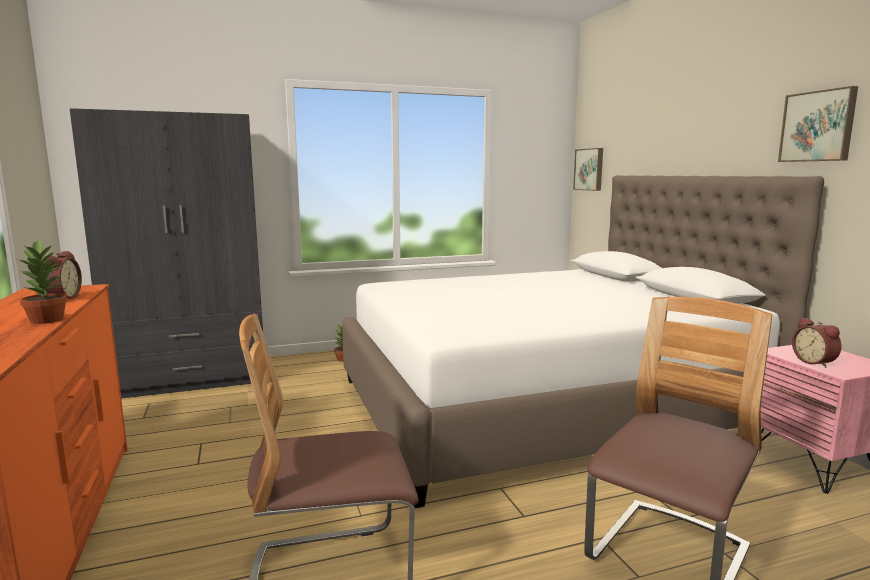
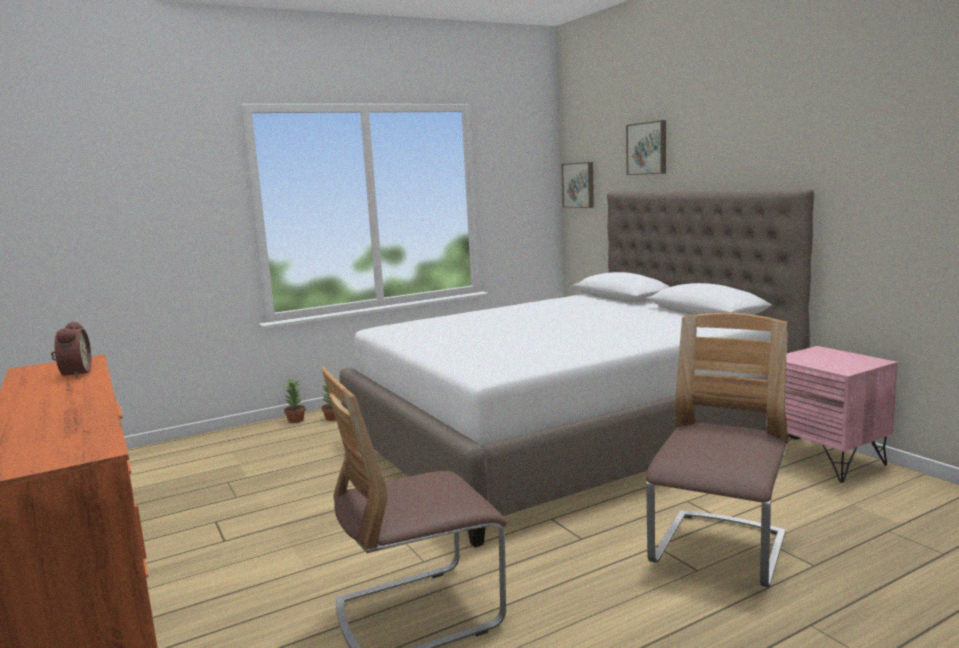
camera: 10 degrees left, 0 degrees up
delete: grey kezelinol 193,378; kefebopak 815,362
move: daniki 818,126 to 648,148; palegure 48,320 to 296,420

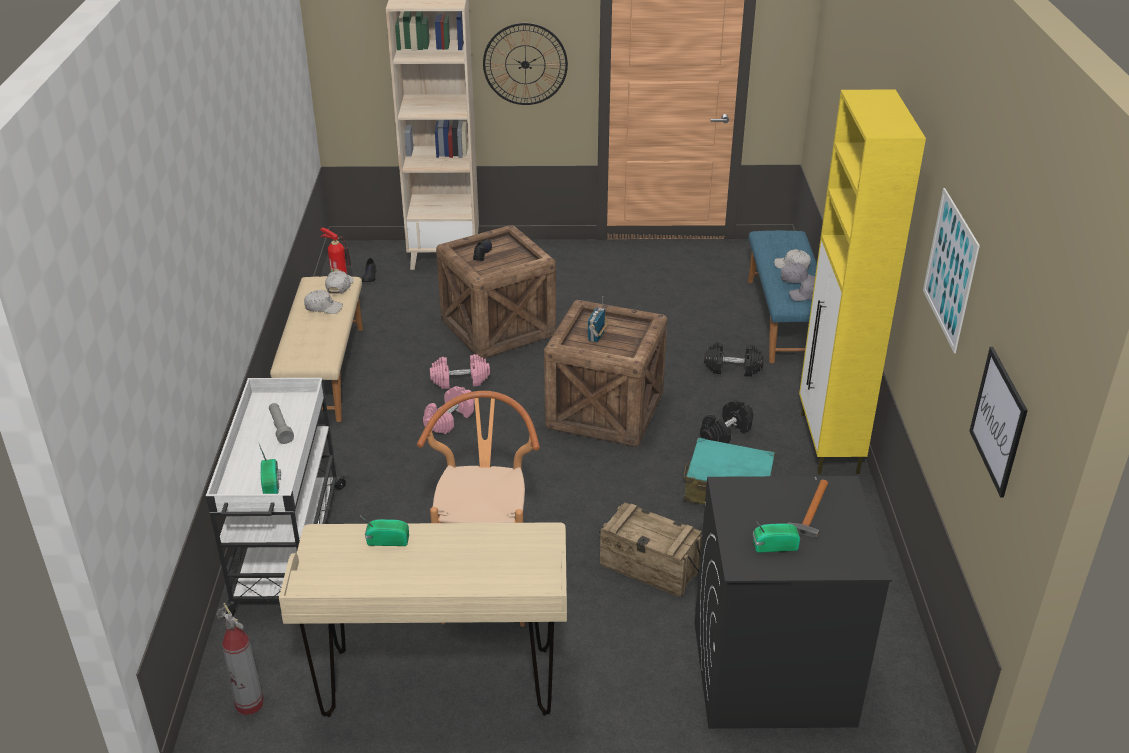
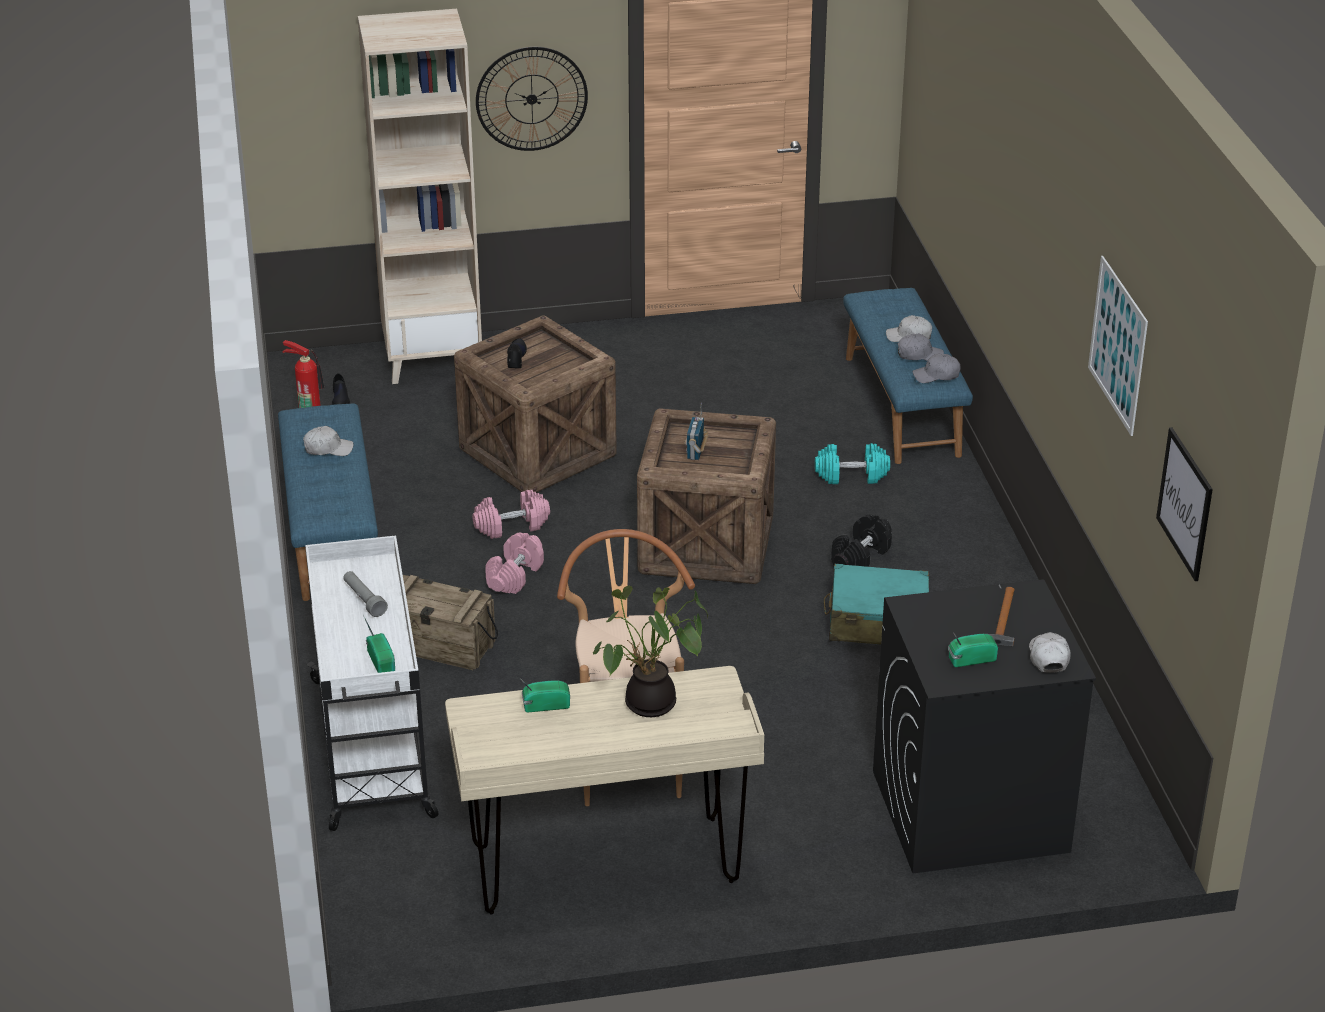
camera: 10 degrees left, 0 degrees up
delete: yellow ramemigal 829,444; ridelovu 249,704
insert: palegure 649,706
move: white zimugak 339,286 to 1048,657; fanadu 650,567 to 439,645
recolor: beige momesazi 324,372 to blue momesazi 330,533; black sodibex 733,368 to turquoise sodibex 851,475

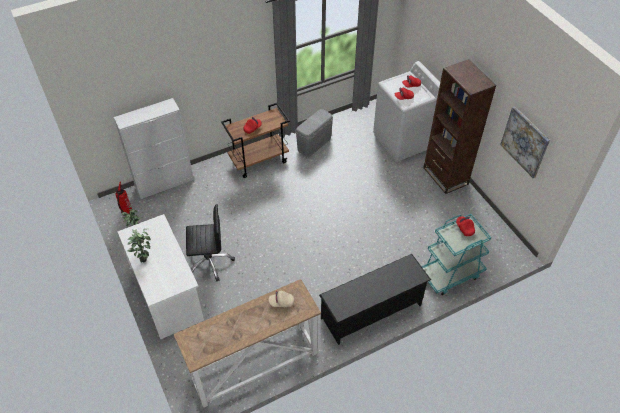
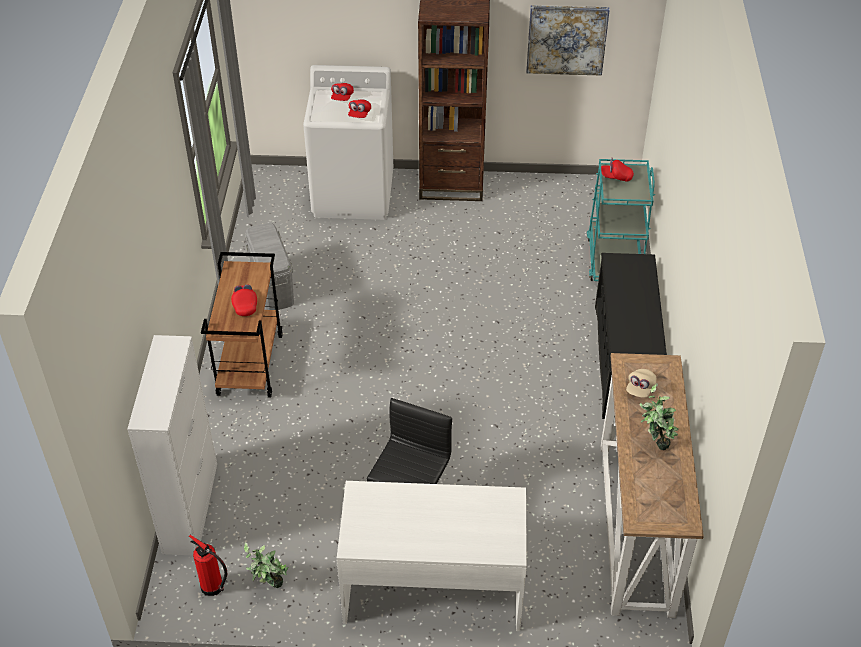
camera: 60 degrees left, 5 degrees down
move: palegure 143,256 to 654,444

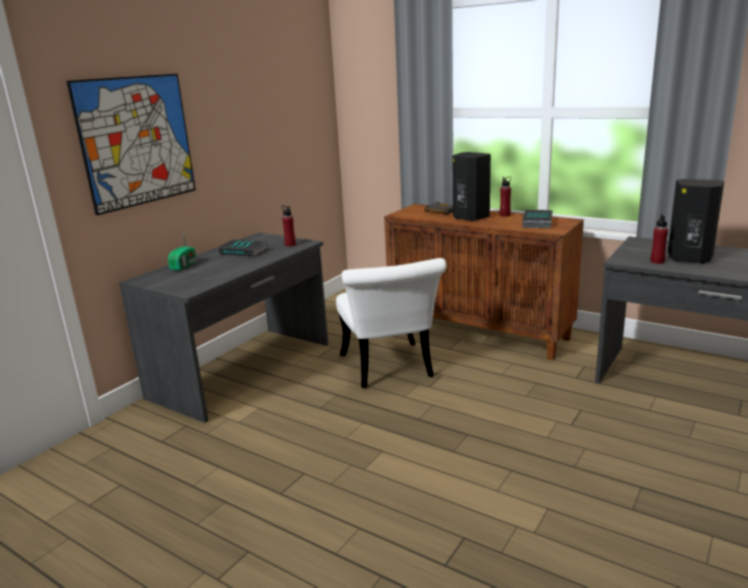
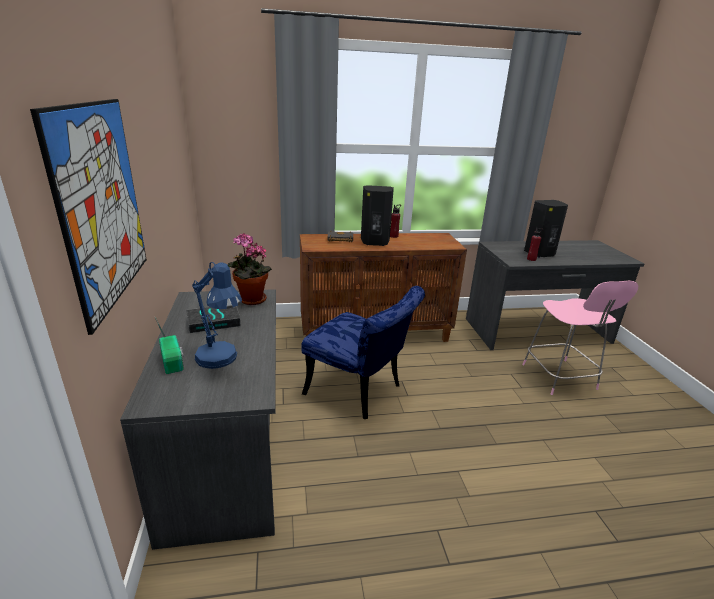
camera: 45 degrees left, 5 degrees up
delete: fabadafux 536,222
insert: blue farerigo 220,361; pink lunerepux 560,378
replace: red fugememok 290,244 to palegure 250,300
recolor: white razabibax 389,370 to blue razabibax 360,392

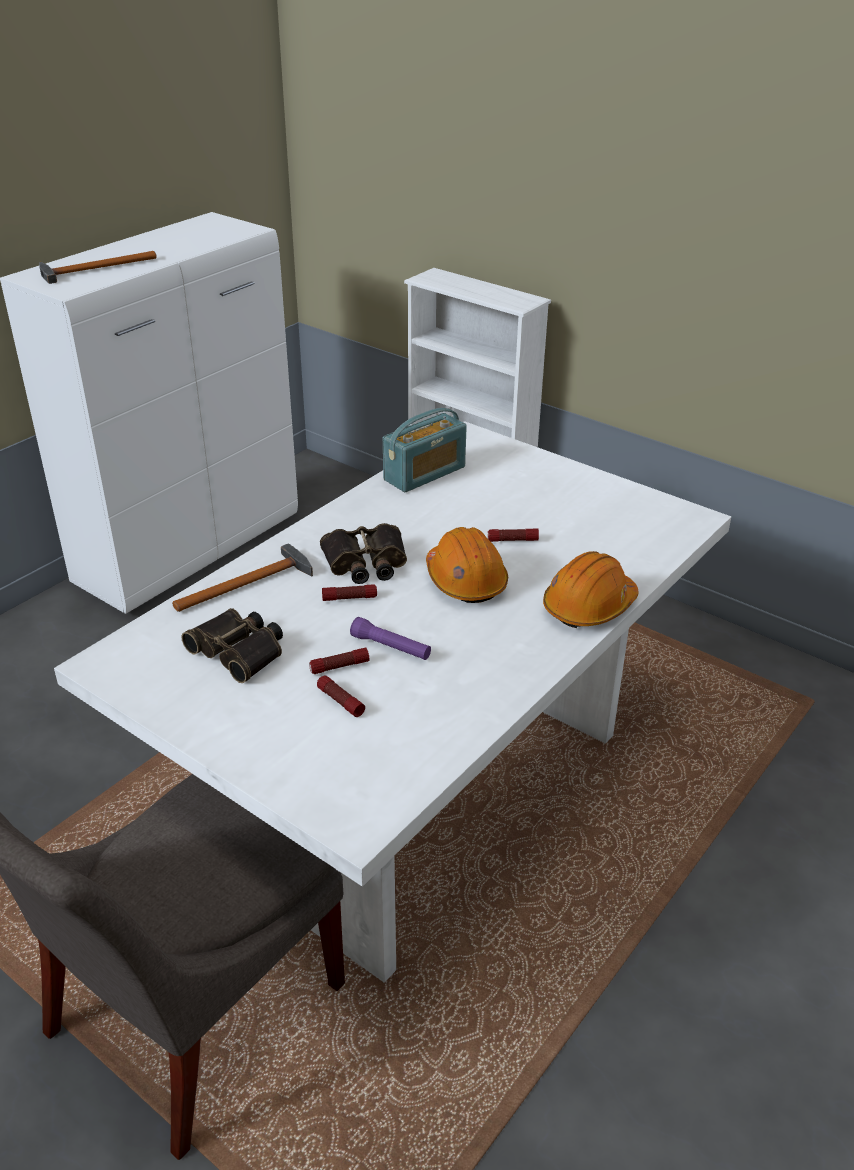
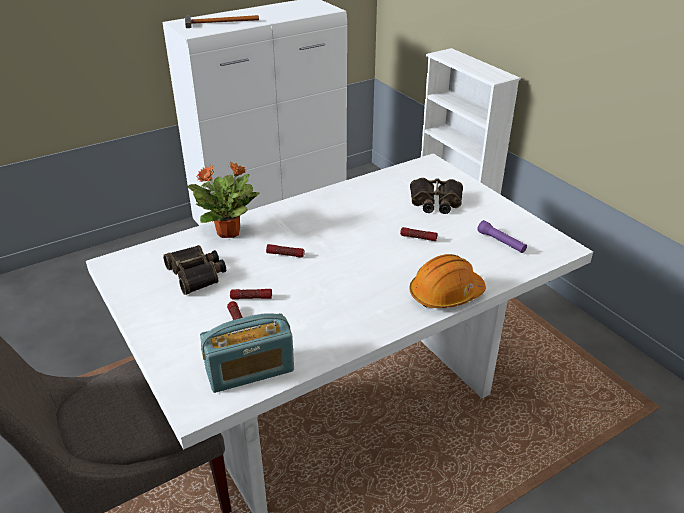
camera: 20 degrees right, 0 degrees up
delete: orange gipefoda 465,580
move: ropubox 424,473 to 250,371; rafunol 365,563 to 435,202; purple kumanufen 391,647 to 501,242
replace: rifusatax 249,583 to palegure 229,232

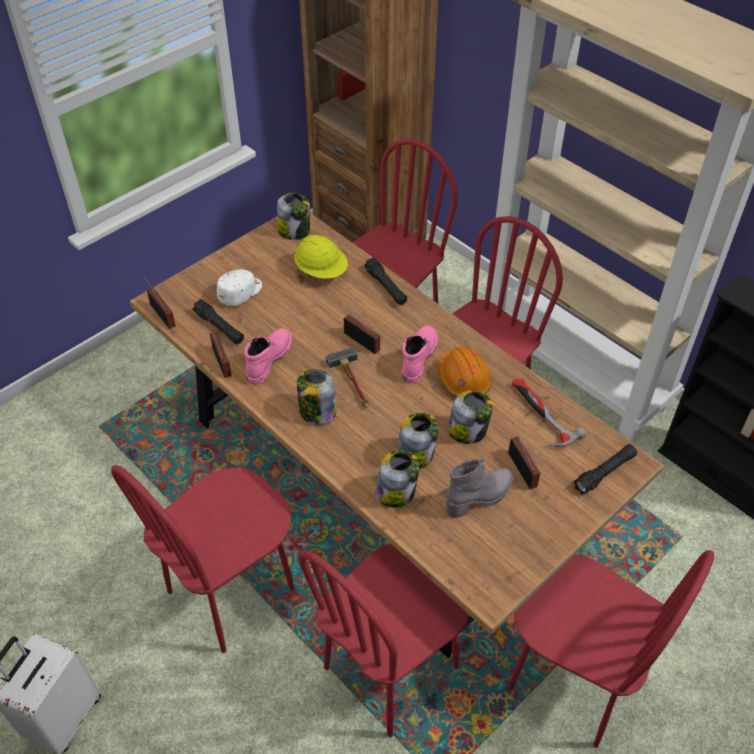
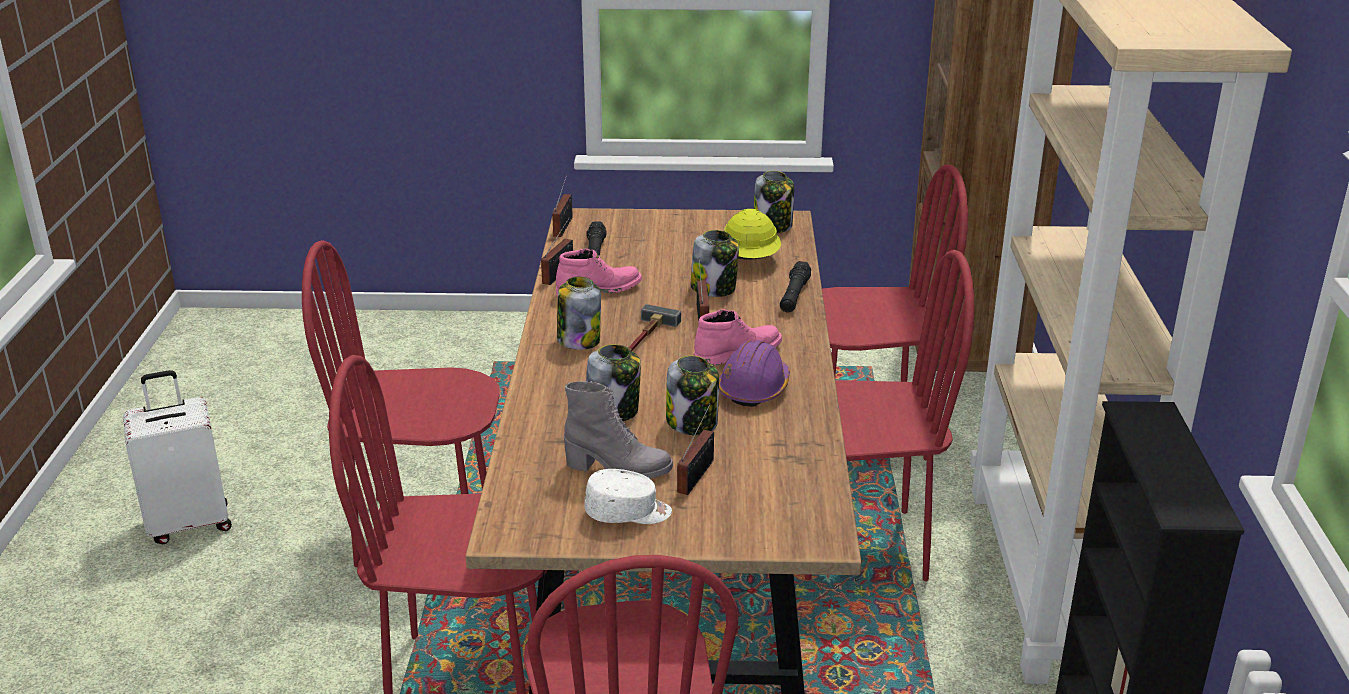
camera: 45 degrees right, 20 degrees down
delete: rifusatax 540,414; black kumanufen 604,473
move: white zimugak 241,293 to 628,513; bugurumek 396,492 to 714,288
recolor: orange gipefoda 463,379 to purple gipefoda 754,389

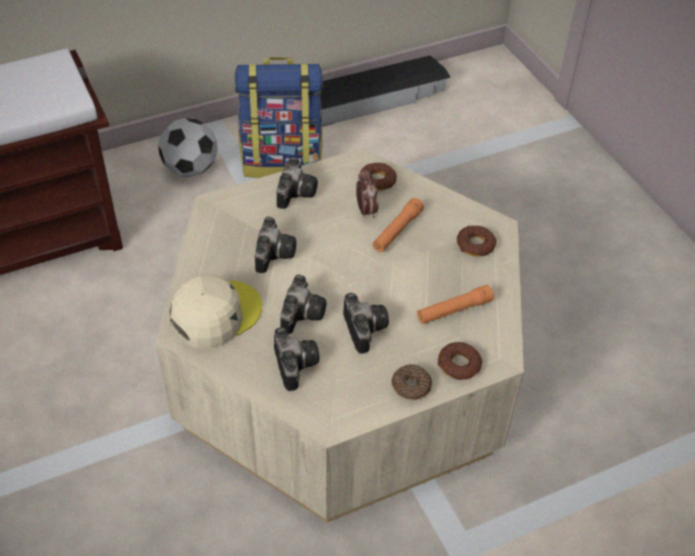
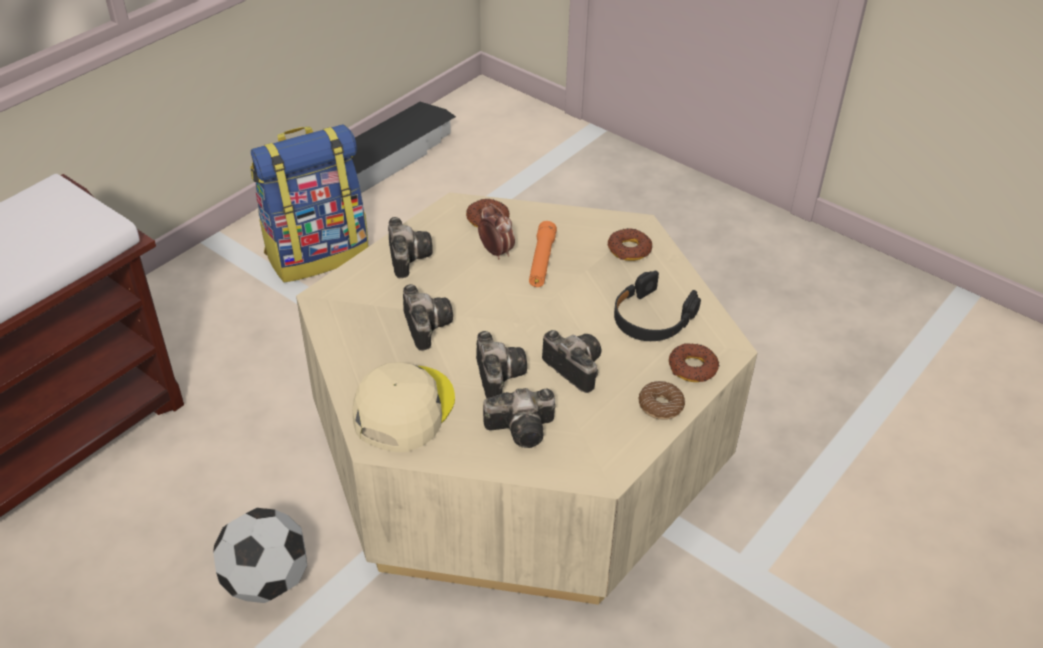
camera: 25 degrees left, 5 degrees down
move: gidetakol 191,169 to 267,581
replace: orange kumanufen 454,310 to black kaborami 651,318
rotate: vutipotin 293,363 = 524,428 120 degrees clockwise

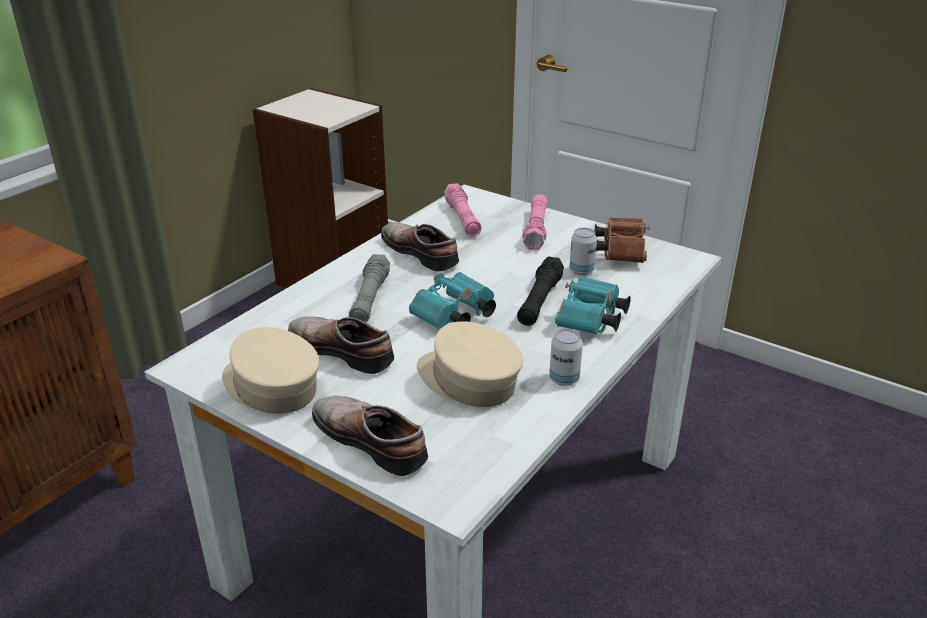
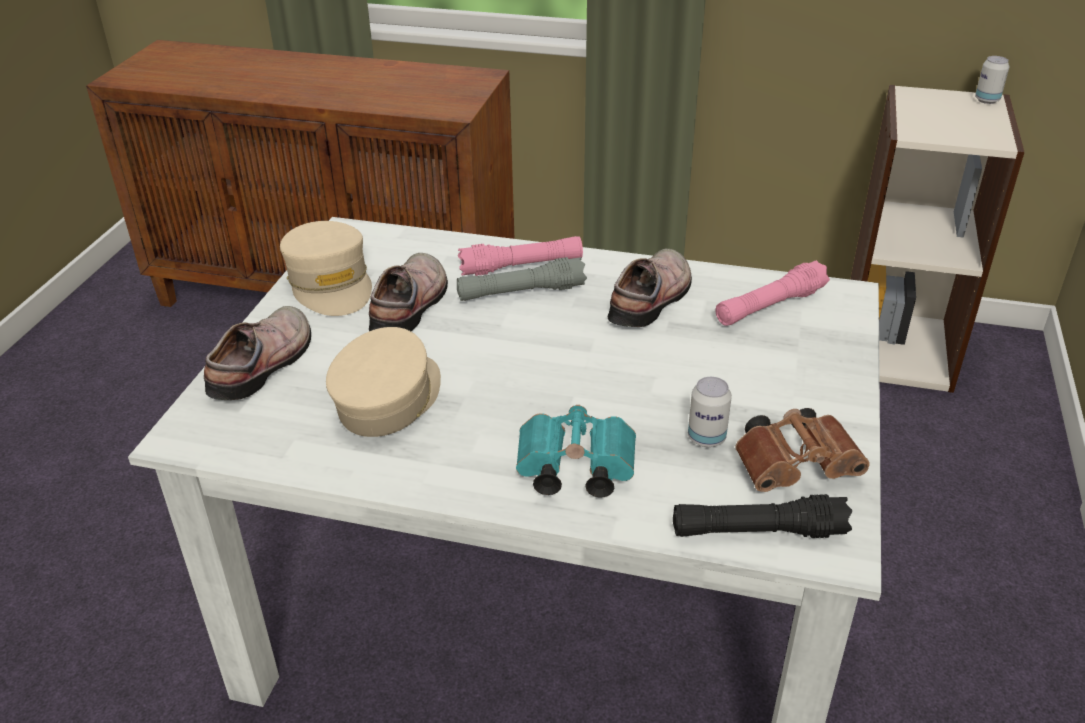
camera: 70 degrees right, 5 degrees up
delete: turquoise rafunol 453,317
move: pink kumanufen 536,229 to 521,266; black kumanufen 539,301 to 757,532; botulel 564,379 to 987,100
rotate: beige zimugak 271,387 = 330,283 135 degrees clockwise

